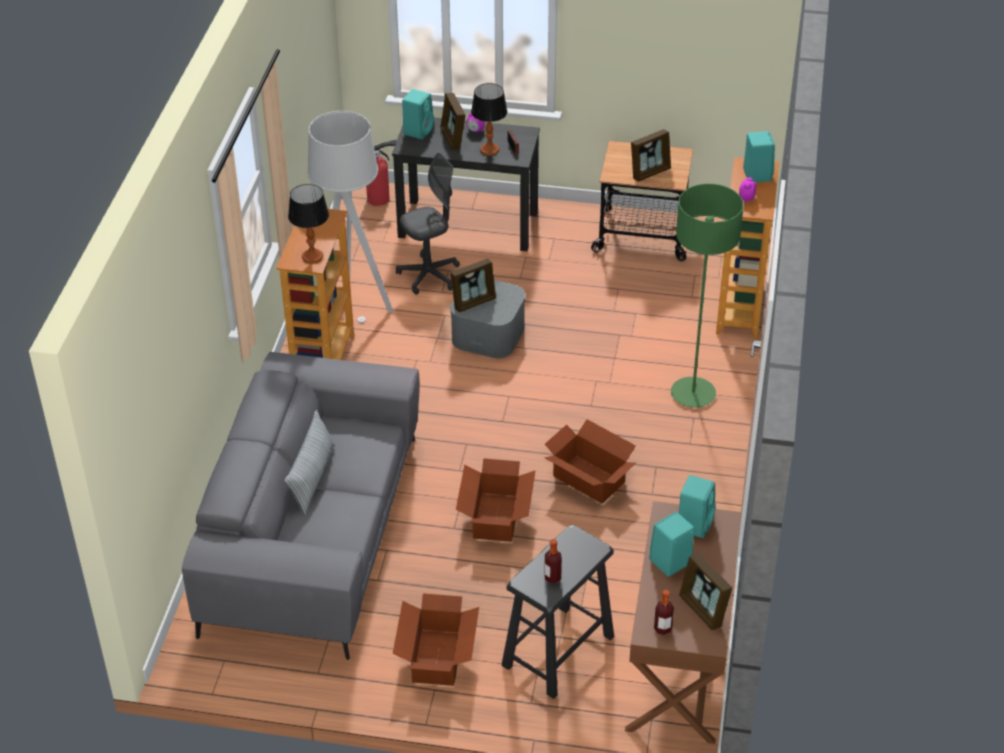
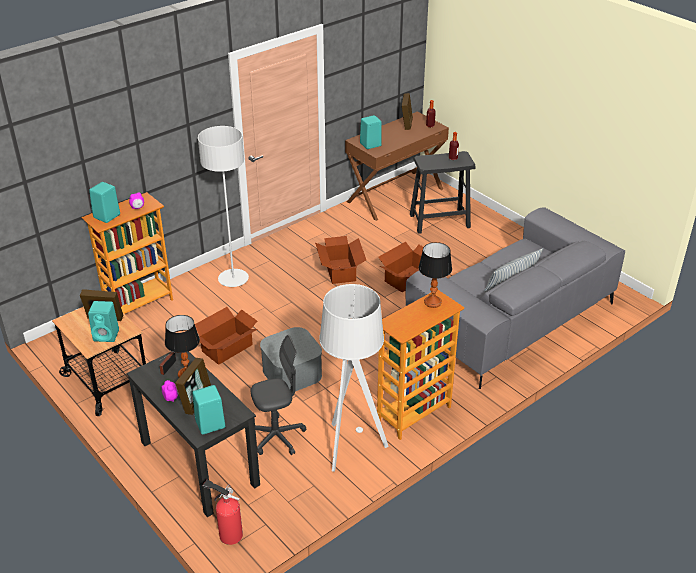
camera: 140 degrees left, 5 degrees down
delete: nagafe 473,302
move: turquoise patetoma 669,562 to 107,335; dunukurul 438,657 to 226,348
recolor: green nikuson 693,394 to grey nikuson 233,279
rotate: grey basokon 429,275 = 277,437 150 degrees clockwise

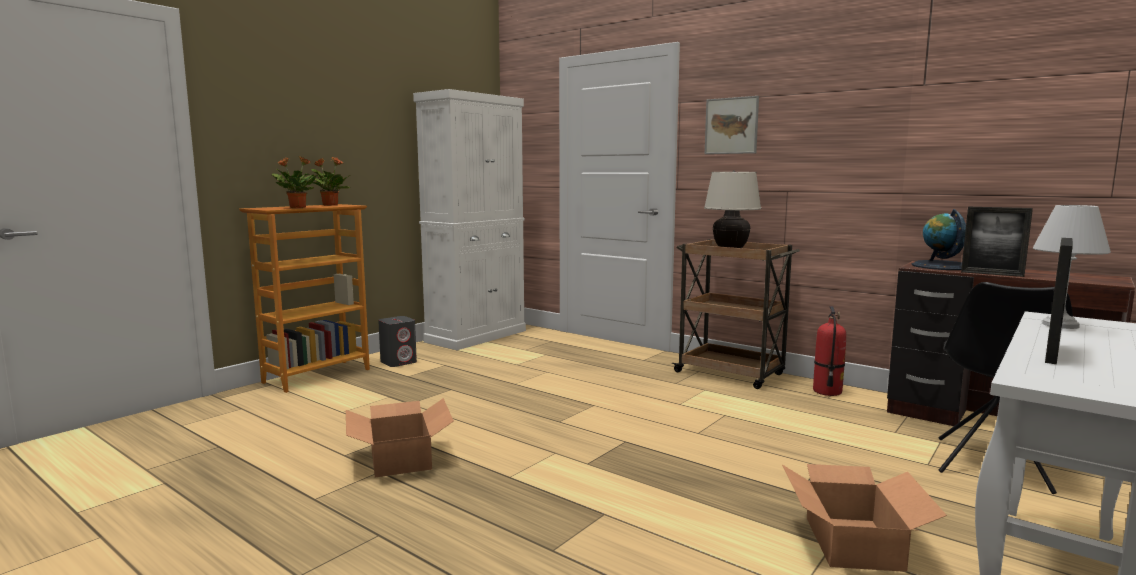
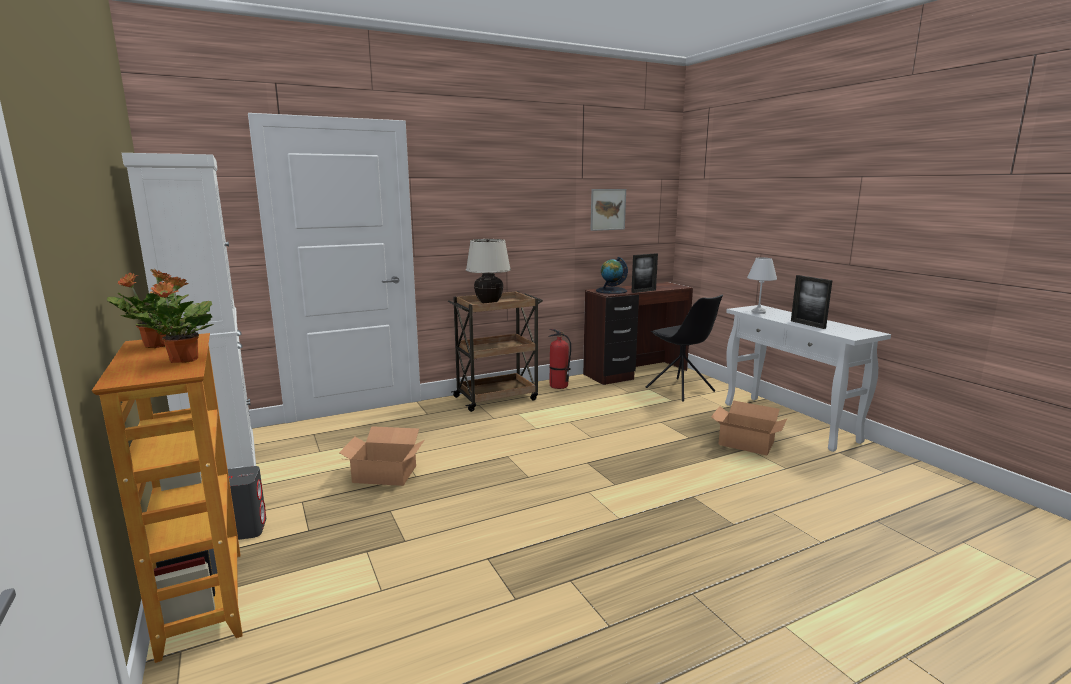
camera: 65 degrees left, 5 degrees up
move: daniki 731,126 to 607,209; dunukurul 401,458 to 384,474

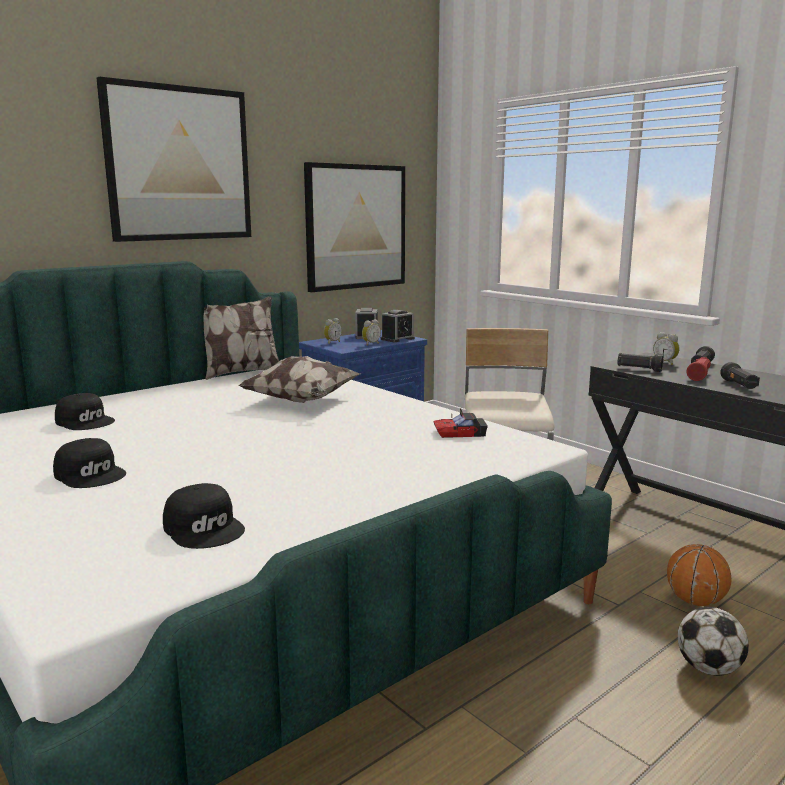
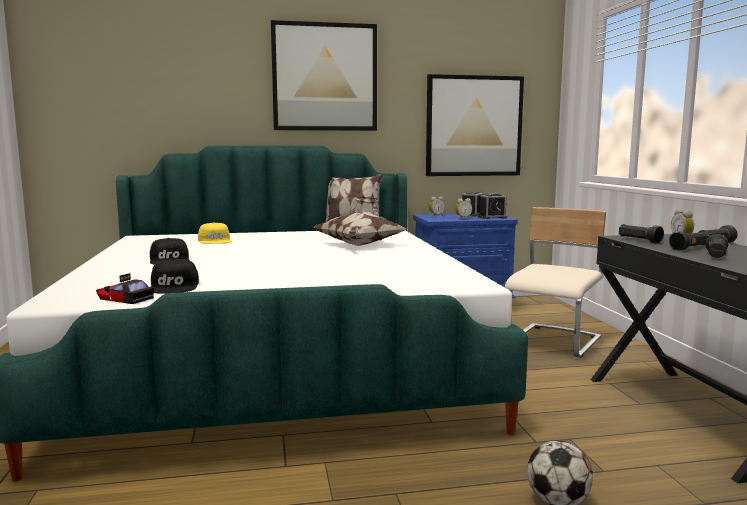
camera: 30 degrees right, 5 degrees down
delete: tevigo 695,601
move: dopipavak 460,433 to 125,298
recolor: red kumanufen 699,376 to black kumanufen 690,248; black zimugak 86,421 to yellow zimugak 215,241

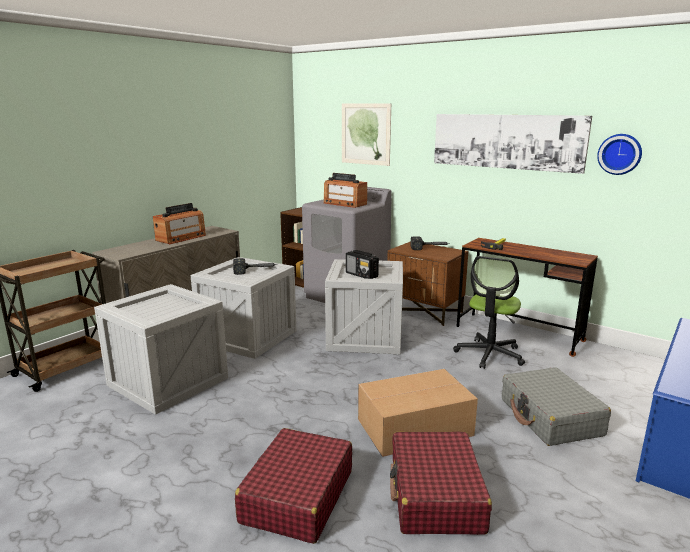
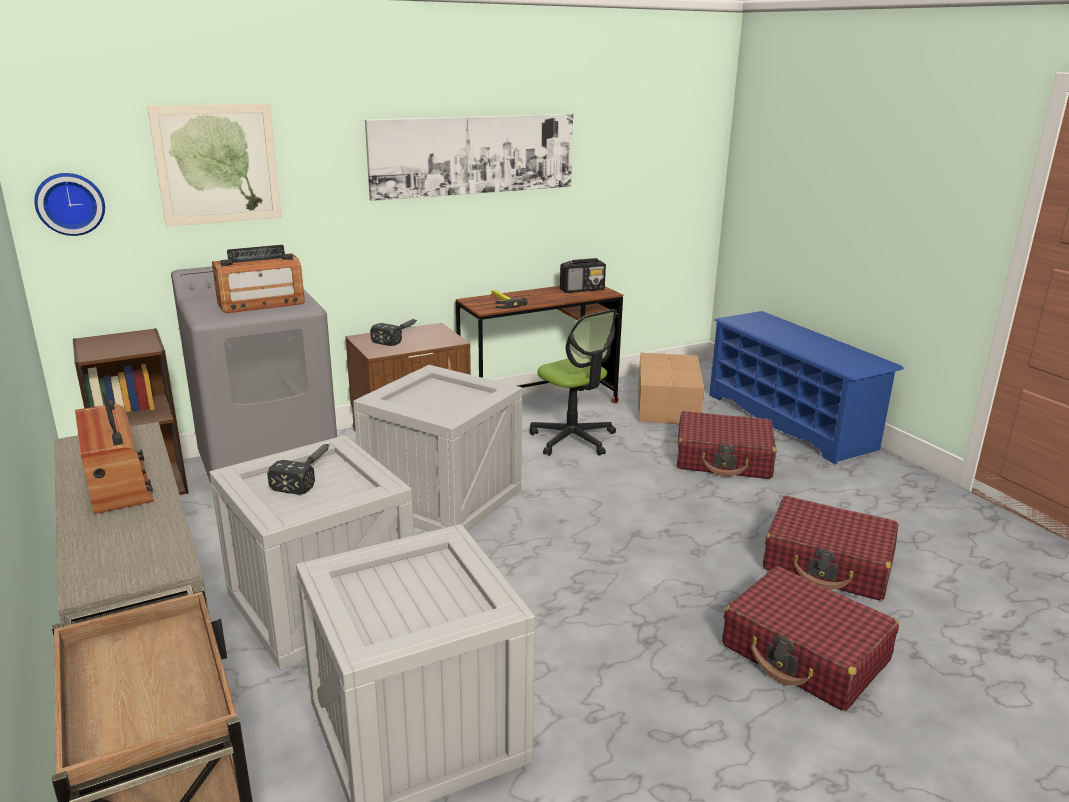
camera: 65 degrees left, 5 degrees up
move: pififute 619,154 to 70,203; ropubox 362,275 to 582,290; dunukurul 416,427 to 668,404
recolor: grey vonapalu 550,417 to red vonapalu 723,459

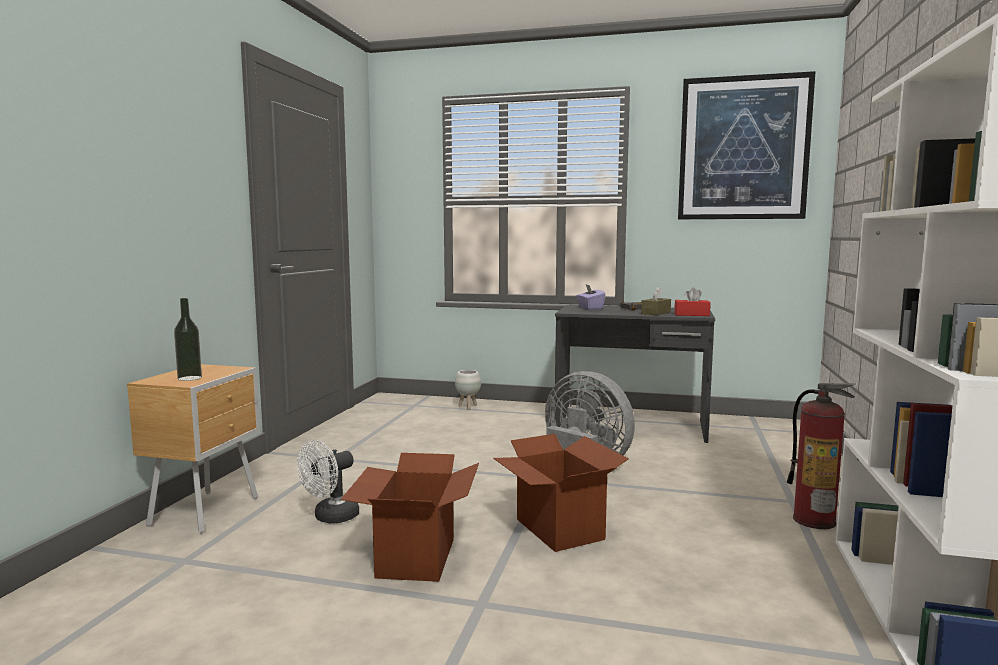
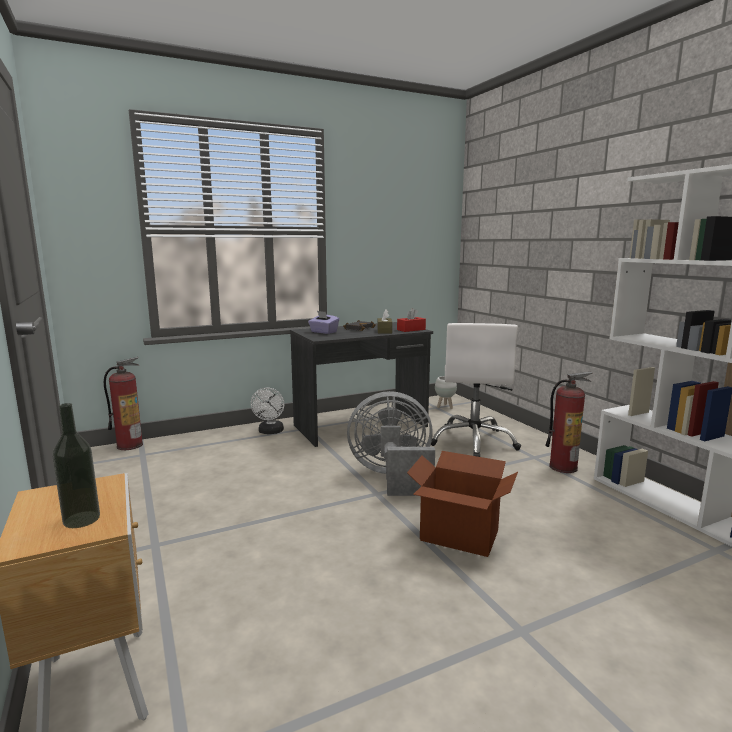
camera: 40 degrees left, 5 degrees up
delete: daniki 743,148; dunukurul 414,558
insert: white basokon 474,442; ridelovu 130,445
move: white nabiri 468,407 to 444,407; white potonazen 330,518 to 270,432

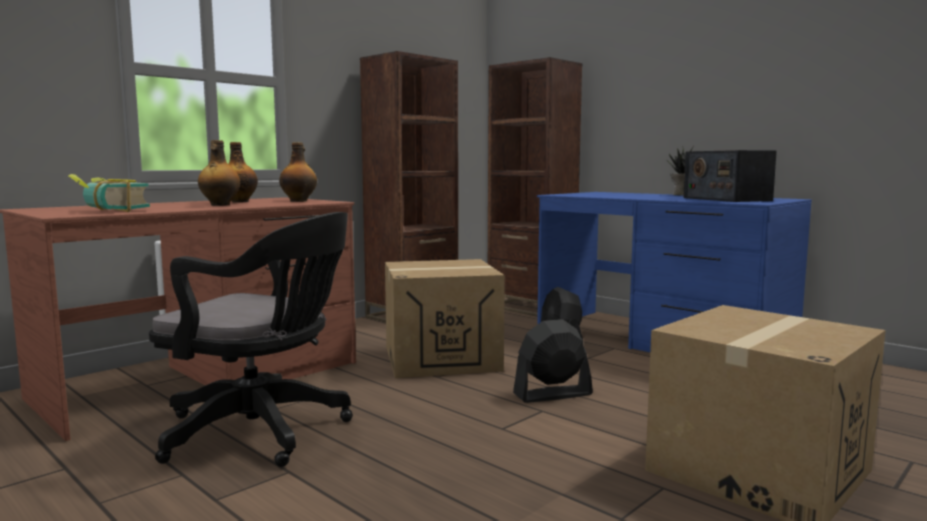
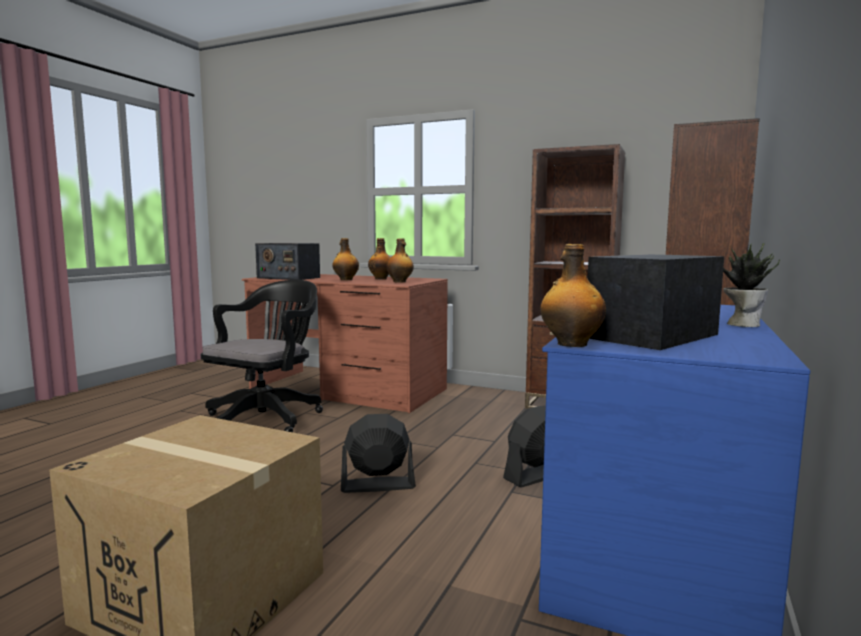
camera: 70 degrees right, 0 degrees up
delete: dunukurul 441,358
insert: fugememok 571,344
replace: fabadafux 109,211 to ropubox 288,278
rotate: black basokon 263,432 = 267,417 150 degrees counterclockwise; black potonazen 552,394 = 377,485 60 degrees counterclockwise

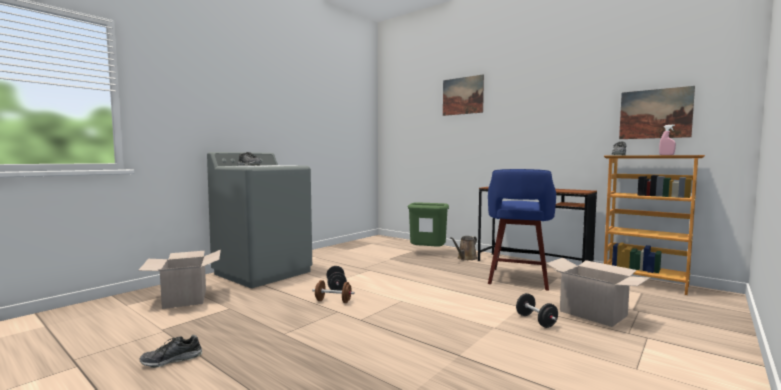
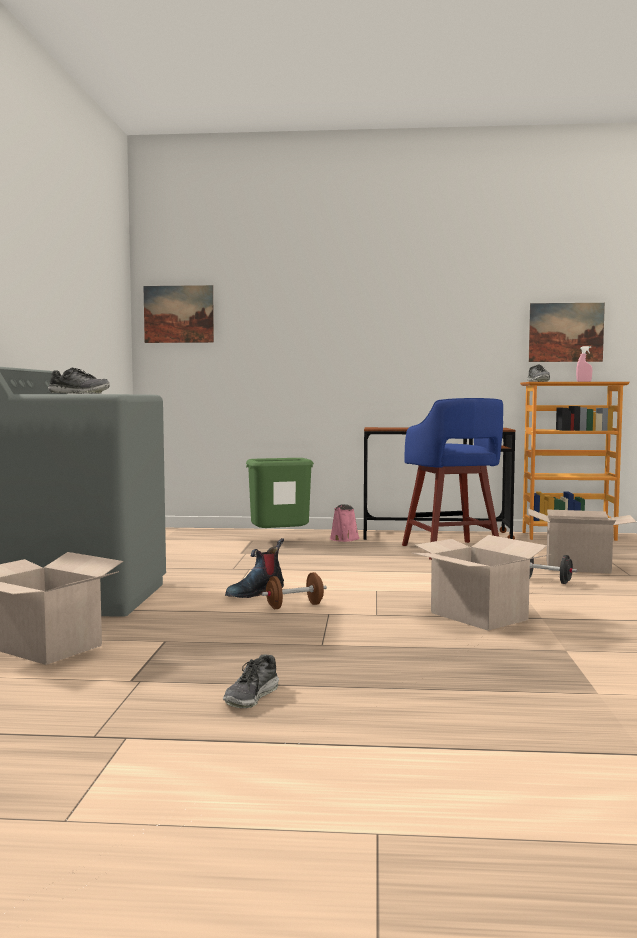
camera: 35 degrees left, 0 degrees up
insert: dunukurul 479,616
move: daniki 462,96 to 178,314
replace: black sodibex 336,287 to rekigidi 255,592
recolor: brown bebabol 466,258 to pink bebabol 344,539

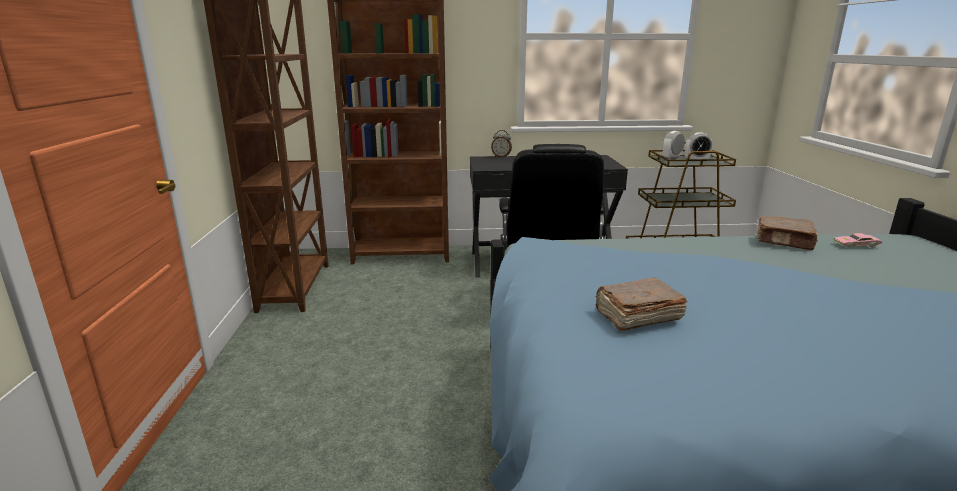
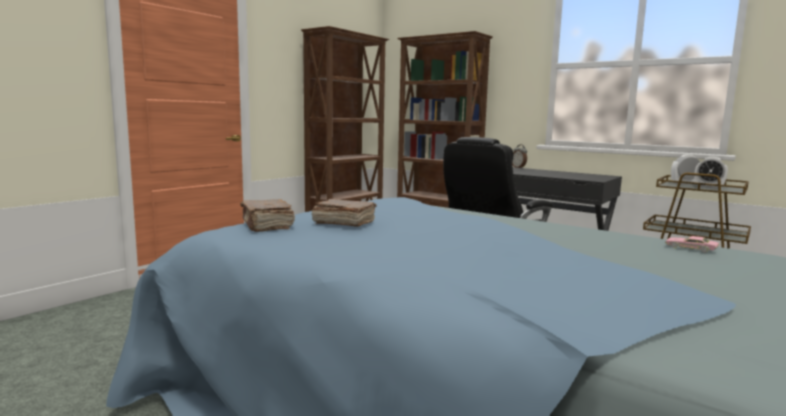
camera: 40 degrees right, 10 degrees down
move: brown fabadafux 785,242 to 267,225

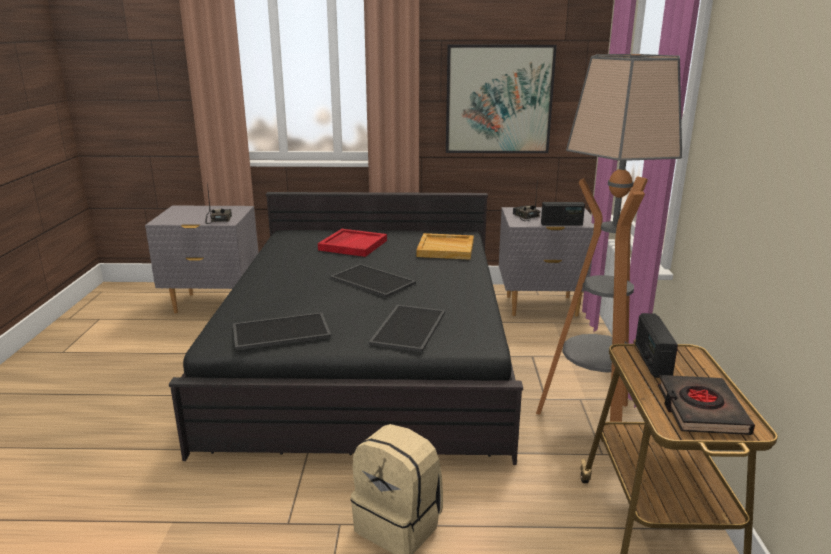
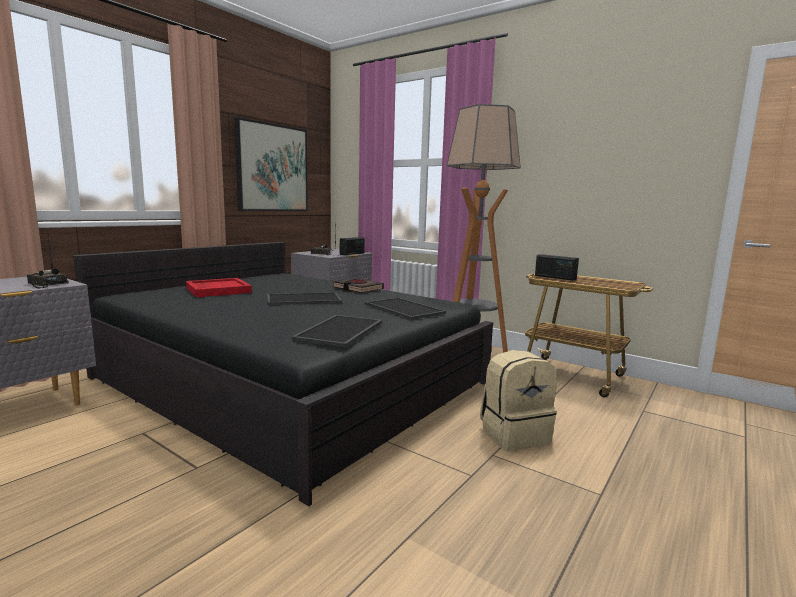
camera: 55 degrees left, 10 degrees down
delete: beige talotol 446,249
move: black fabadafux 701,410 to 357,289

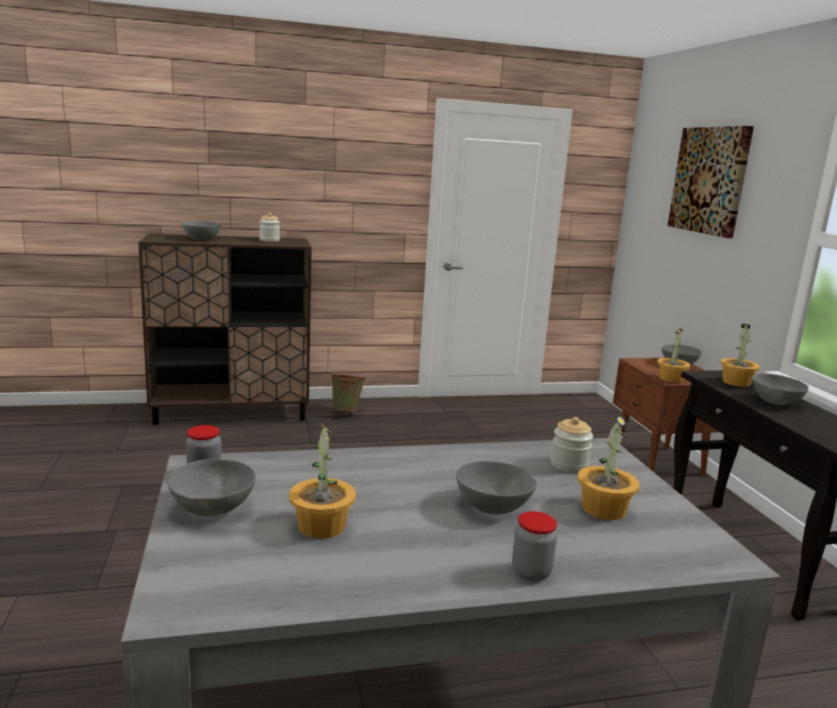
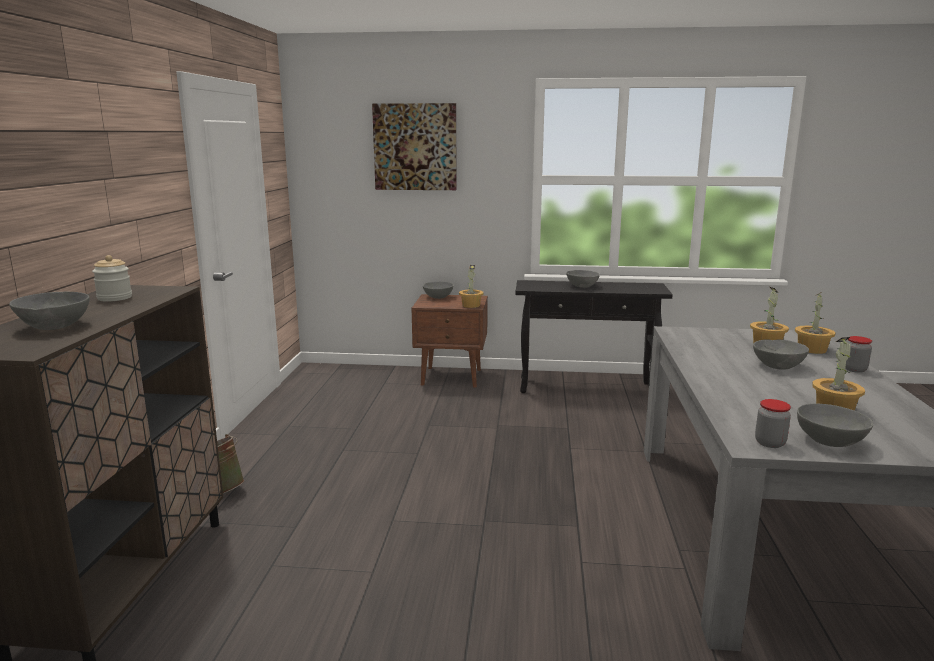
camera: 70 degrees left, 0 degrees up
delete: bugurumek 569,465
move: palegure 736,382 to 812,349

